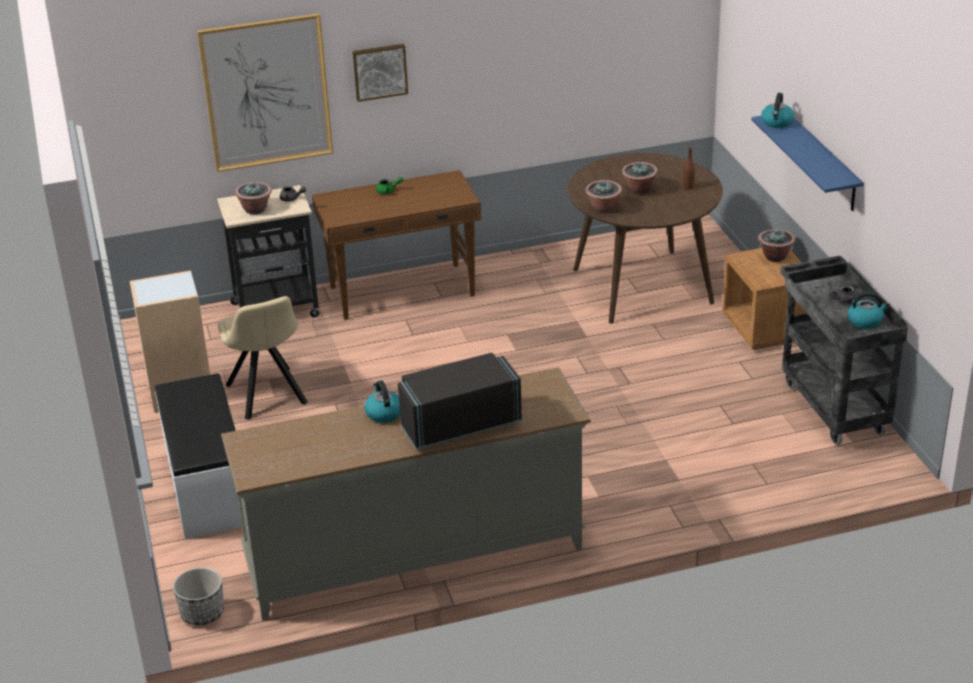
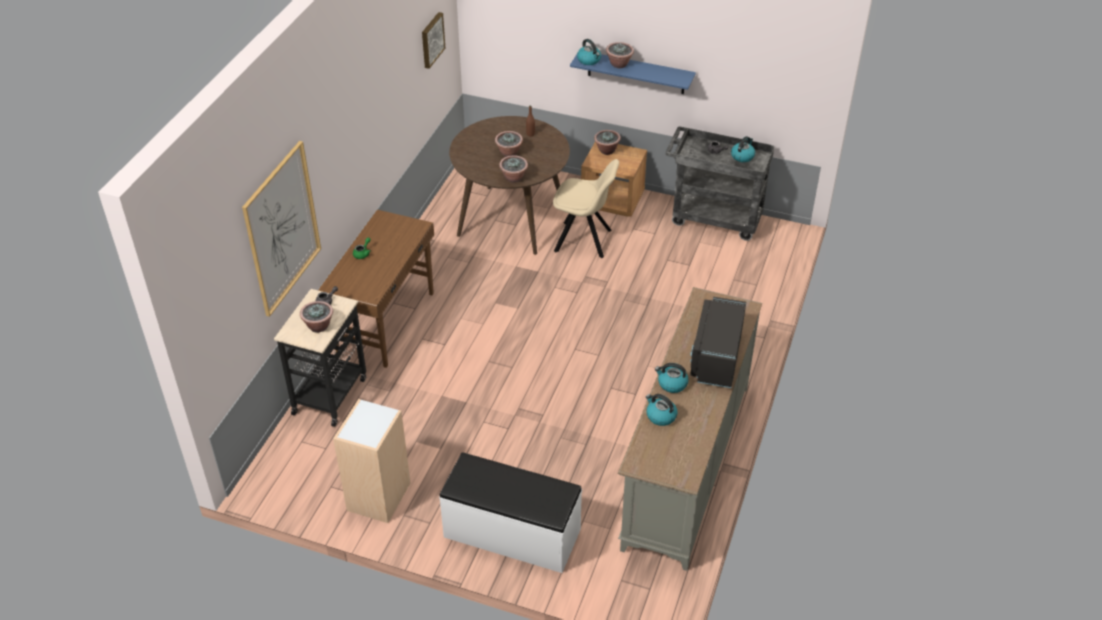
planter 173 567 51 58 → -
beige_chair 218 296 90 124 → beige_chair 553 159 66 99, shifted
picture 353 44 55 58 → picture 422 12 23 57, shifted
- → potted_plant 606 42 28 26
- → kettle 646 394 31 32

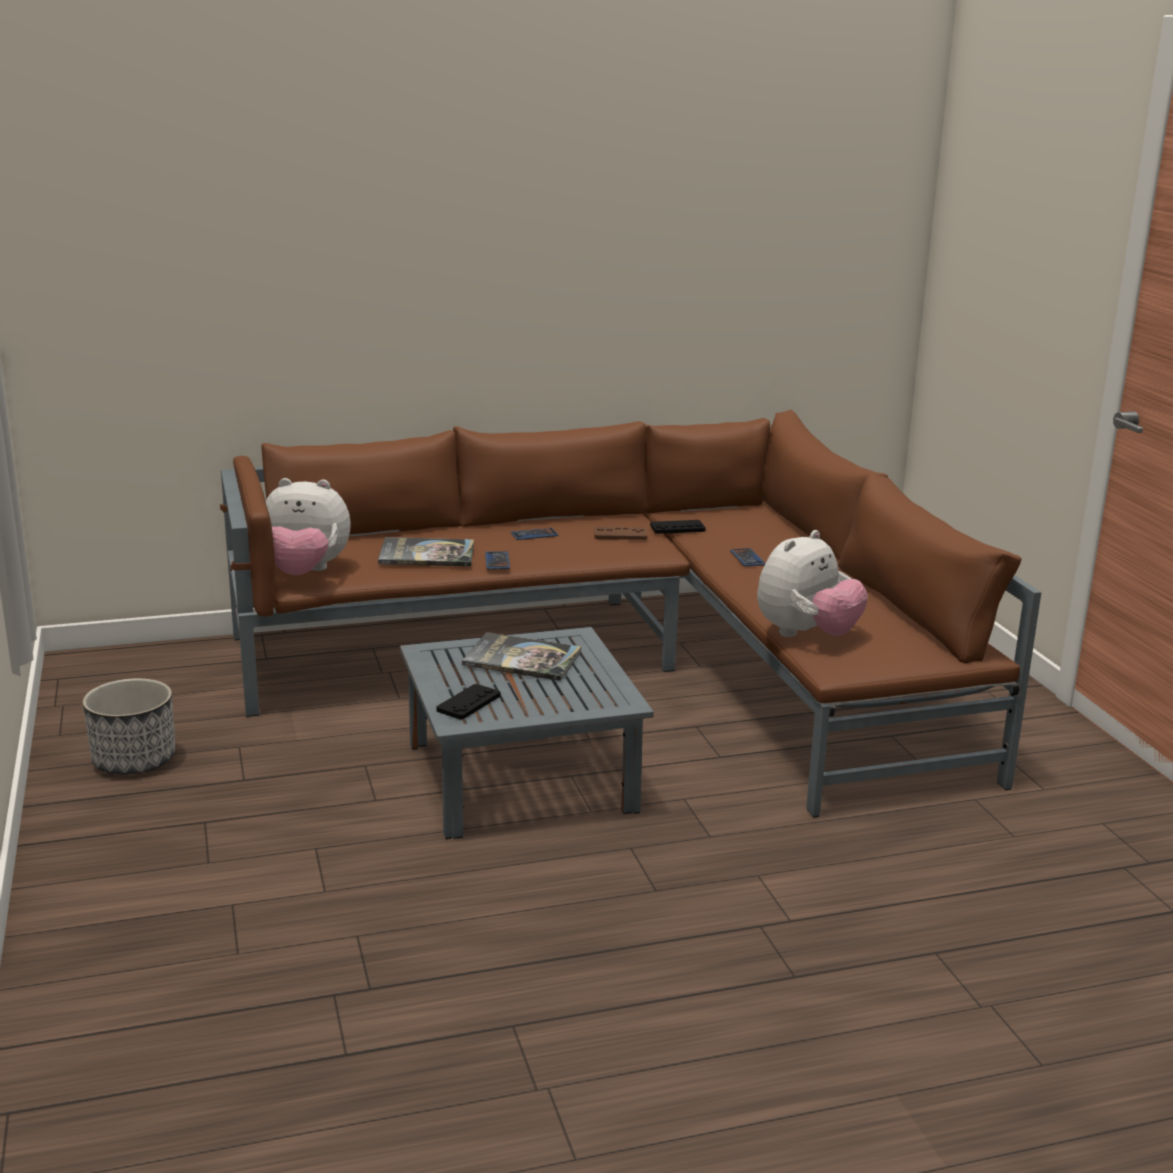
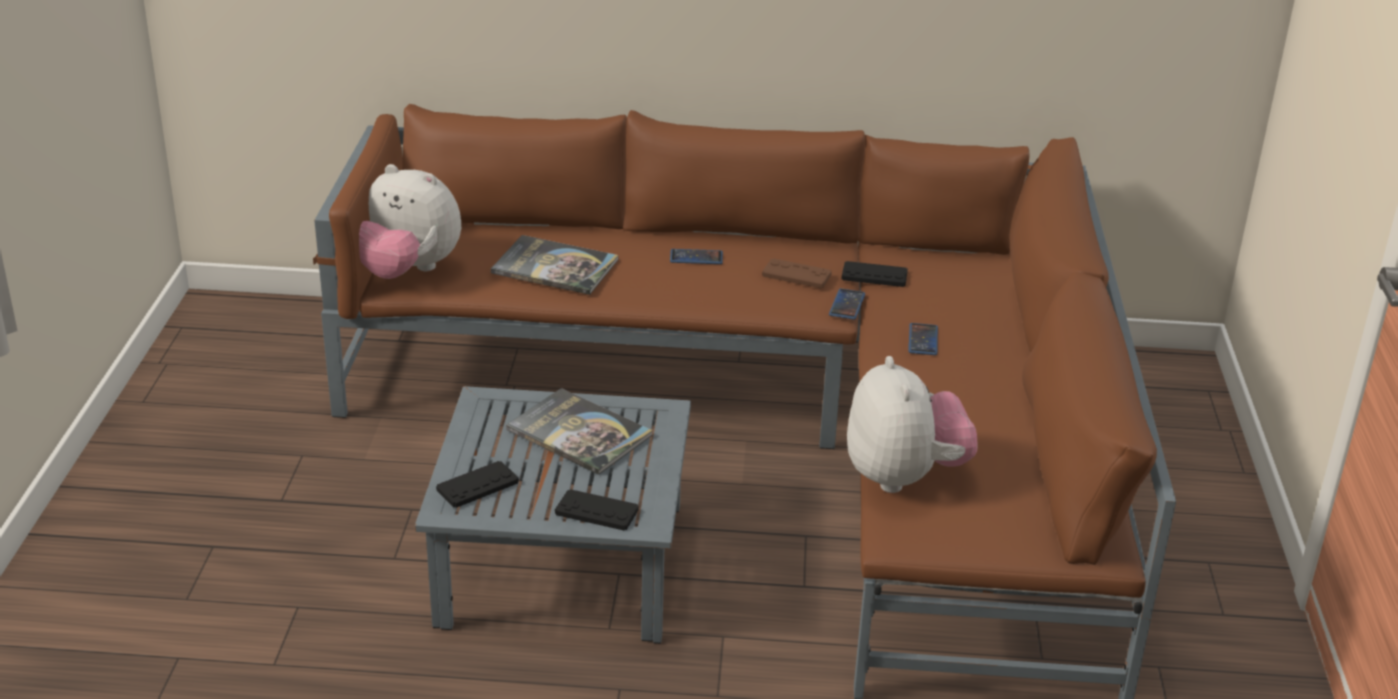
planter 82 678 93 96 → -
phone 485 551 25 18 → phone 829 288 36 32, shifted
plush_toy 757 530 111 107 → plush_toy 847 356 131 137, 75 degrees counterclockwise
- → black_game_controller 555 489 84 41

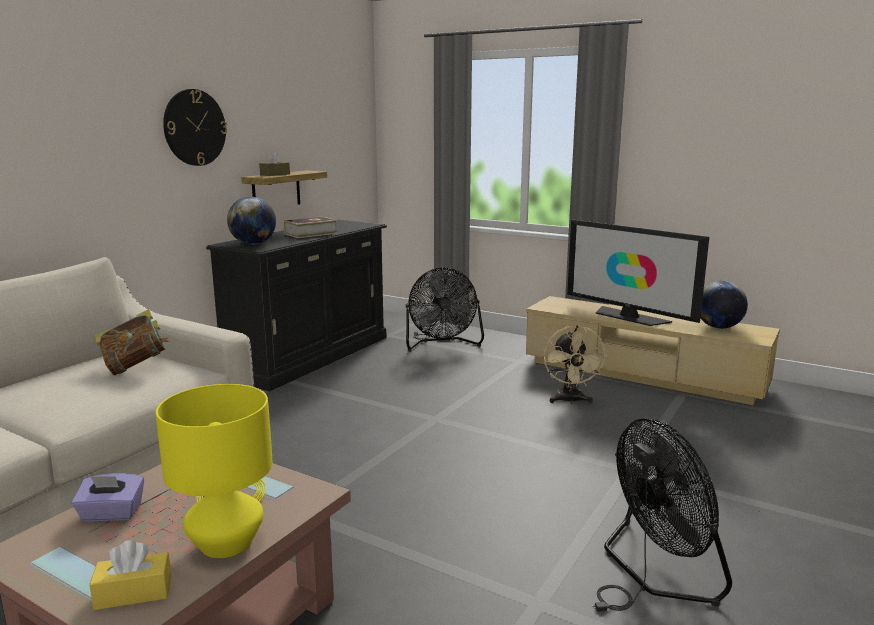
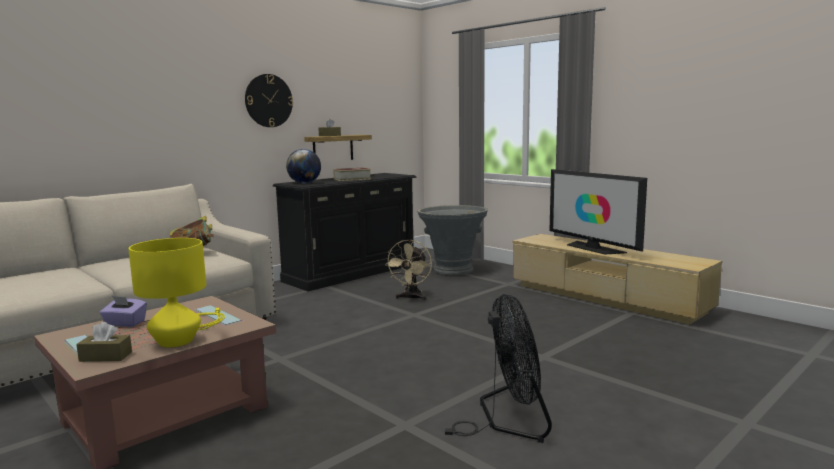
yellow_tissue_box 89 540 82 70 → brown_tissue_box 76 322 56 40
black_fan 406 268 78 84 → grey_planter 417 205 71 70
beige_fan 543 325 65 79 → beige_fan 385 239 47 61, shifted
globe 701 281 47 48 → -

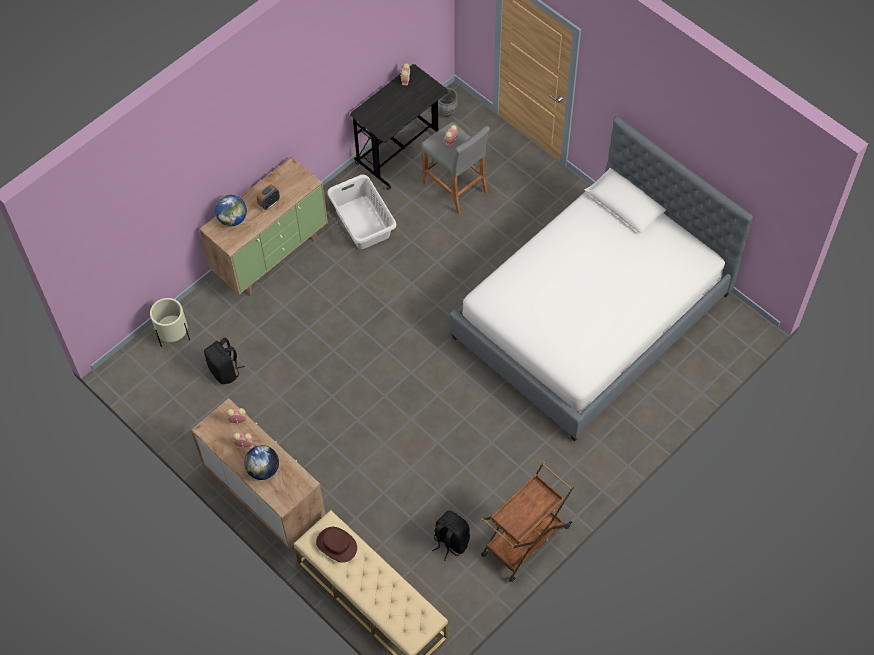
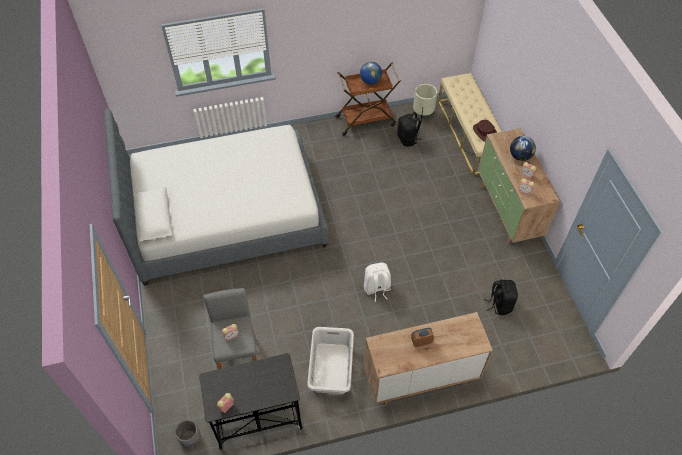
beige_planter 150 298 40 49 → beige_planter 413 84 24 36, shifted
globe 215 195 32 31 → globe 360 62 22 22, shifted
- → white_backpack 364 263 27 39

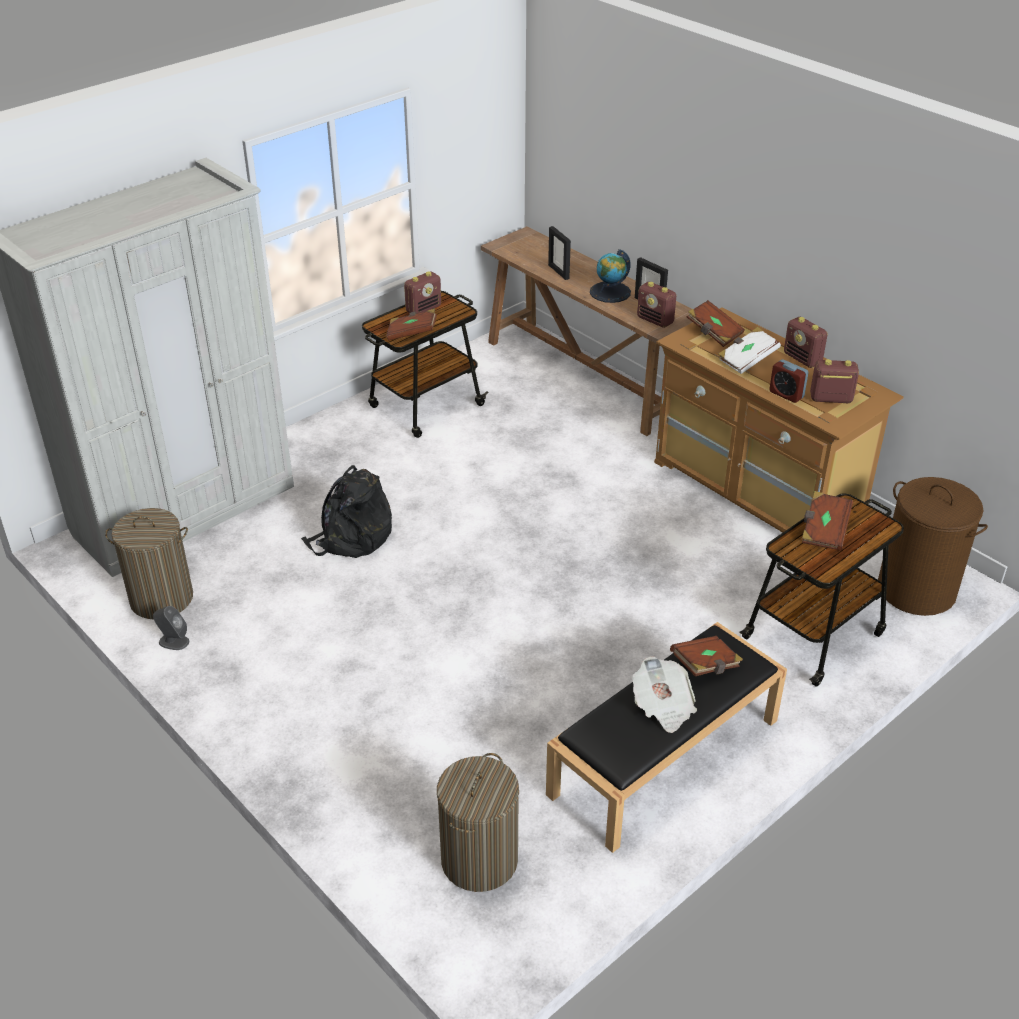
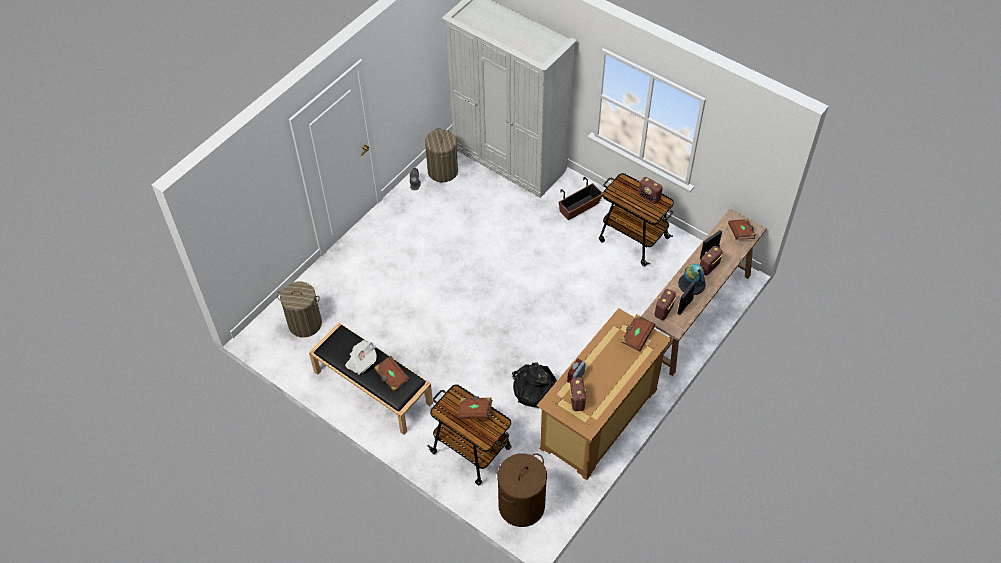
black_backpack 301 465 91 93 → black_backpack 512 363 45 45, shifted
brown_book 386 309 51 32 → brown_book 728 219 28 21, shifted
white_book 718 327 63 47 → -
radio 784 317 44 51 → radio 700 246 23 29, shifted
- → planter 559 177 43 43

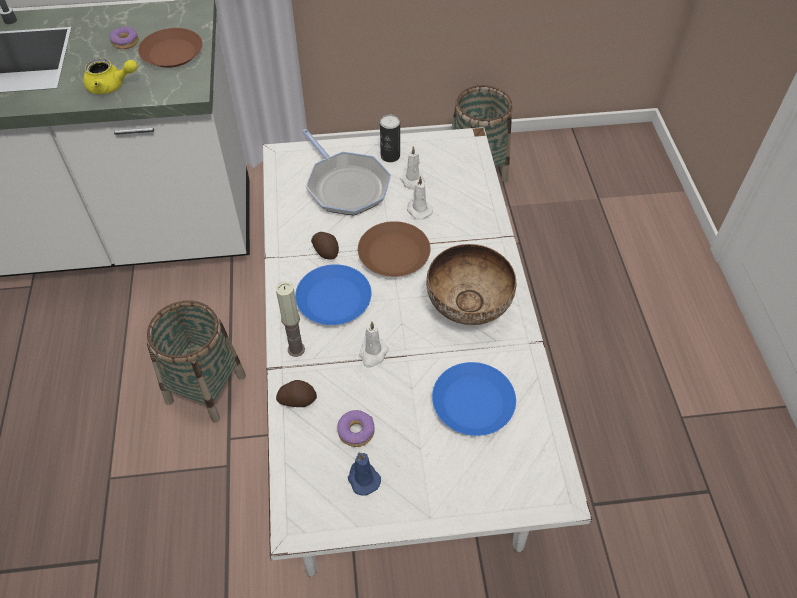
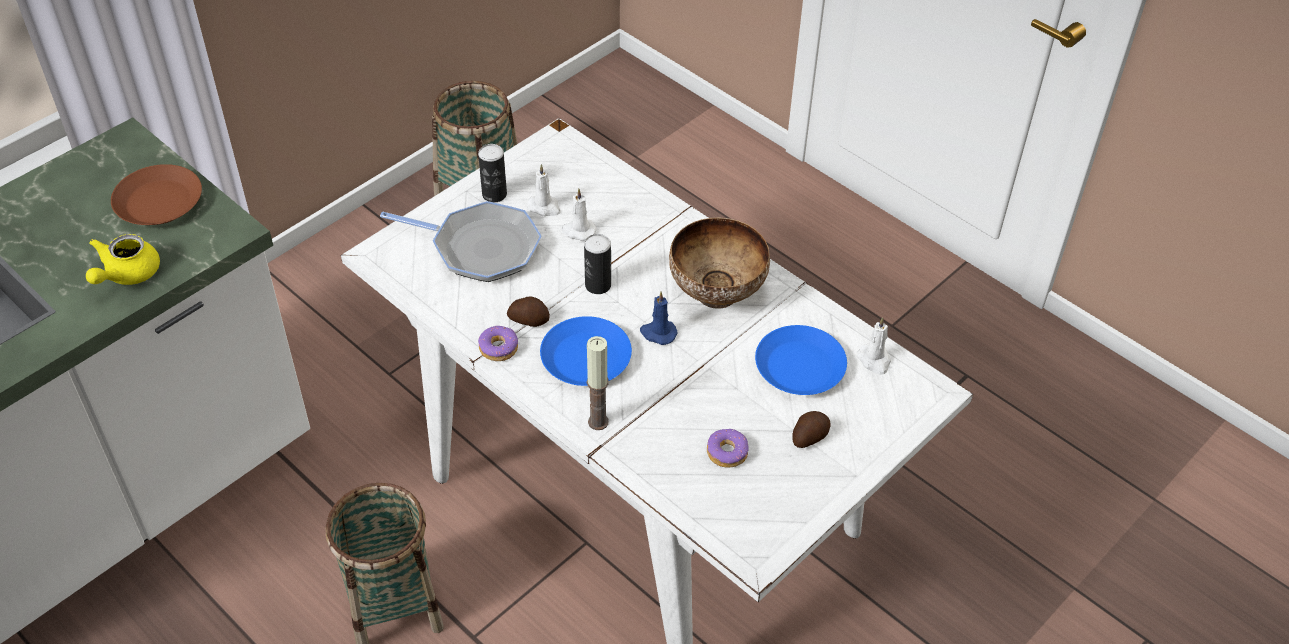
yellow_teapot 83 58 55 36 → yellow_teapot 86 234 74 51, 150 degrees clockwise
donut 109 27 30 22 → donut 478 326 40 35, shifted
potato 276 380 41 27 → potato 793 411 38 37, shifted
blue_candle 348 452 33 44 → blue_candle 640 292 38 53, shifted
brown_plate 358 221 72 56 → can 584 234 27 60
white_candle 359 322 30 46 → white_candle 857 317 34 58, shifted

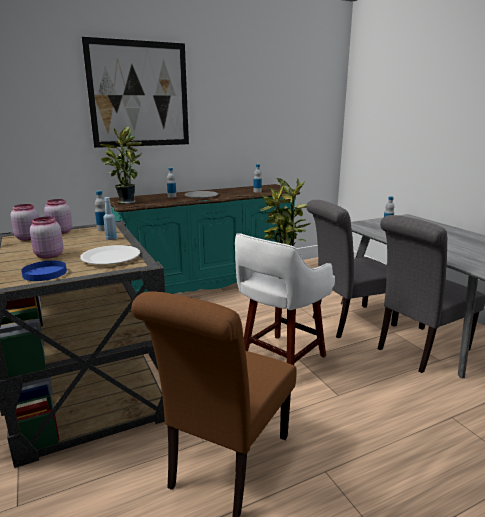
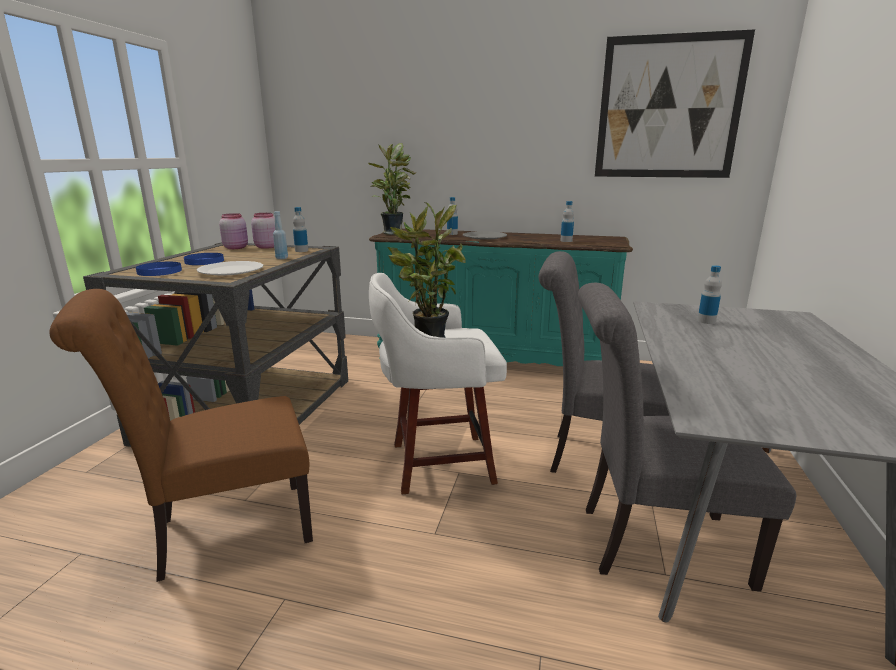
pink_jar 30 217 33 42 → blue_plate 184 253 40 12
picture 82 37 107 111 → picture 595 29 160 149, shifted

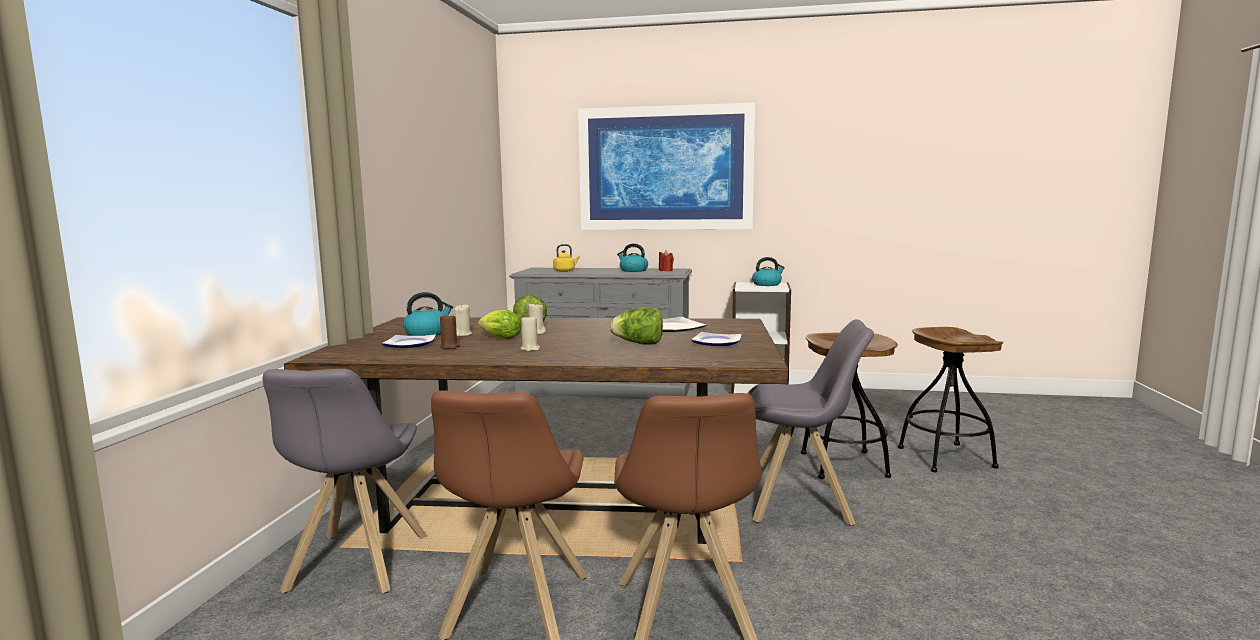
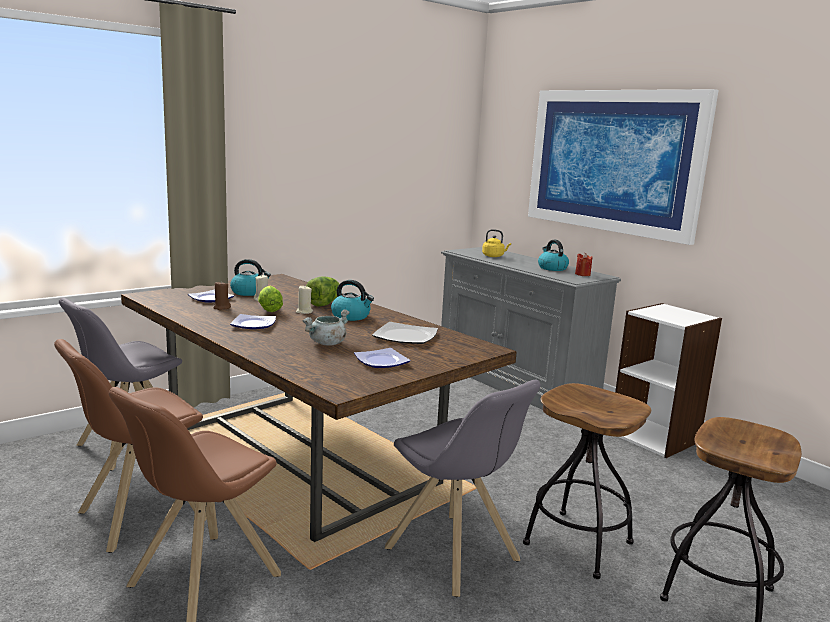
beige_candle 520 315 20 36 → plate 230 314 46 15
lettuce 610 307 53 38 → grey_cooking_pot 302 310 48 36
kettle 752 257 33 29 → kettle 331 280 43 41, shifted

